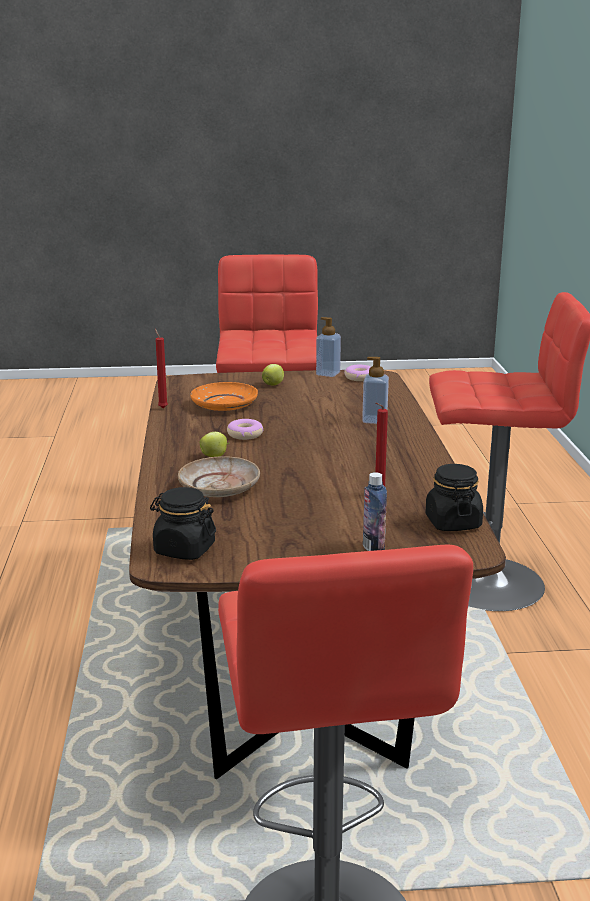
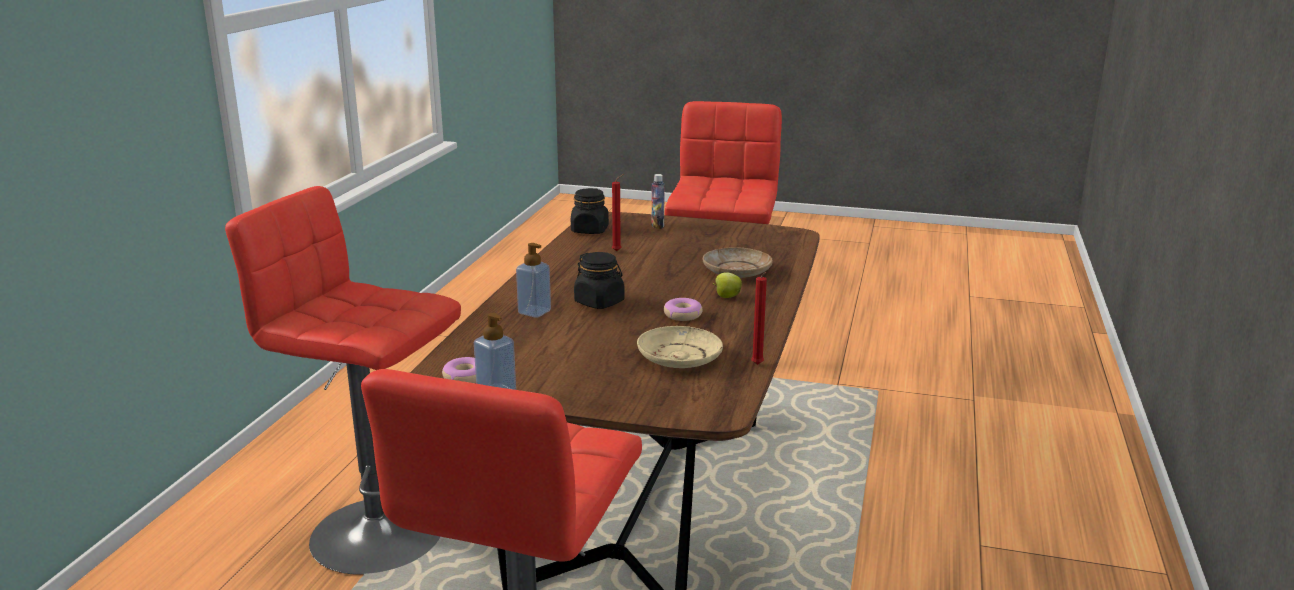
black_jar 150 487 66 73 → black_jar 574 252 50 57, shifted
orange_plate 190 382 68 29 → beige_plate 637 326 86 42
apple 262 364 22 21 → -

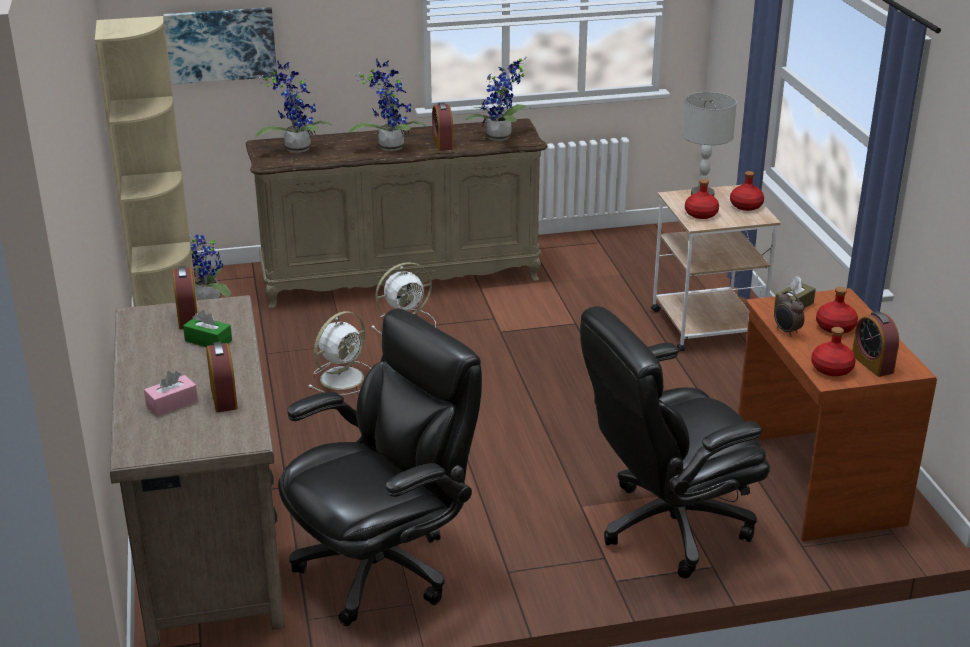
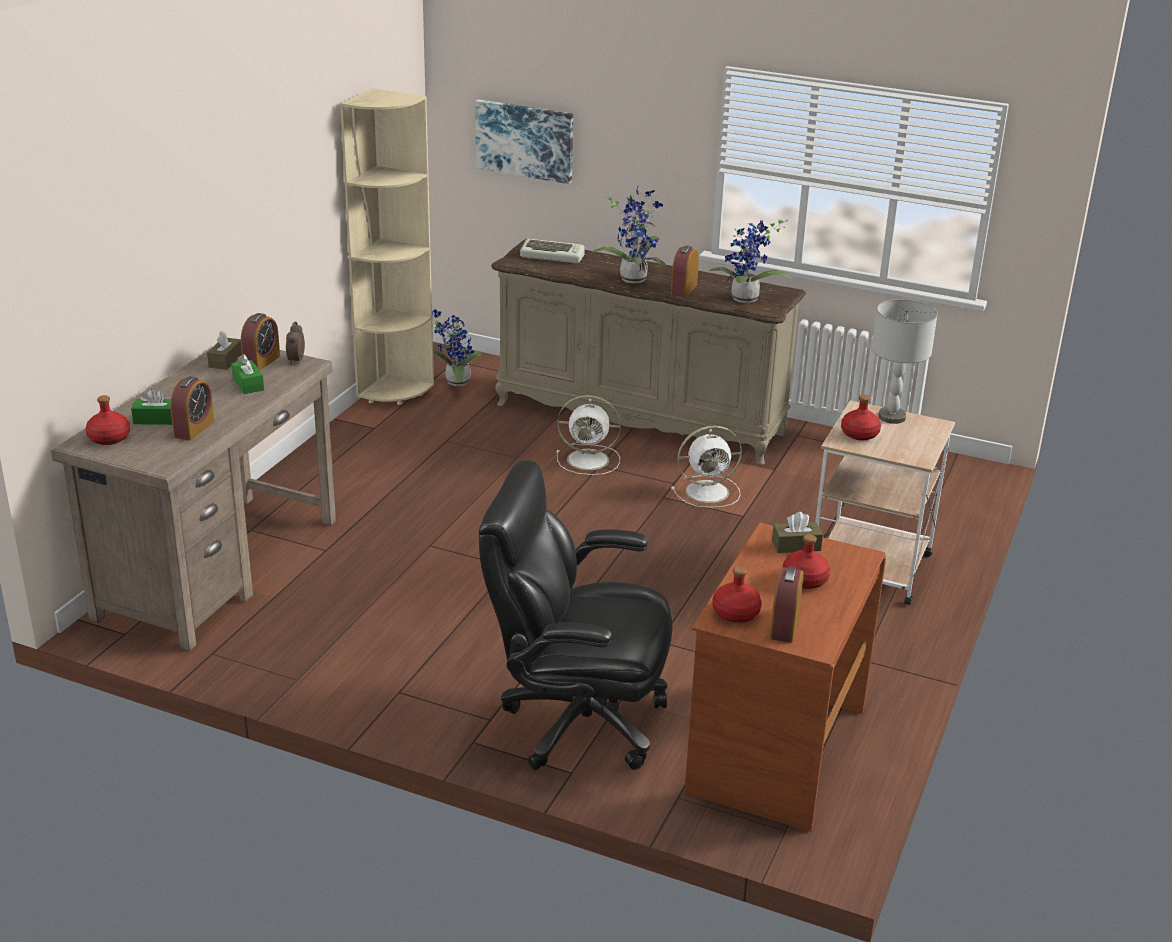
pink_tissue_box 144 371 54 45 → green_tissue_box 131 389 42 36
potted_plant 255 60 77 93 → keyboard 520 239 65 25
black_office_chair 278 308 204 318 → -
white_fan 309 311 62 84 → white_fan 671 426 71 82, shifted
red_bottle 730 171 34 40 → red_bottle 86 395 44 50, shifted
alarm_clock 774 291 31 46 → alarm_clock 286 322 19 43, shifted
- → brown_tissue_box 207 331 35 39

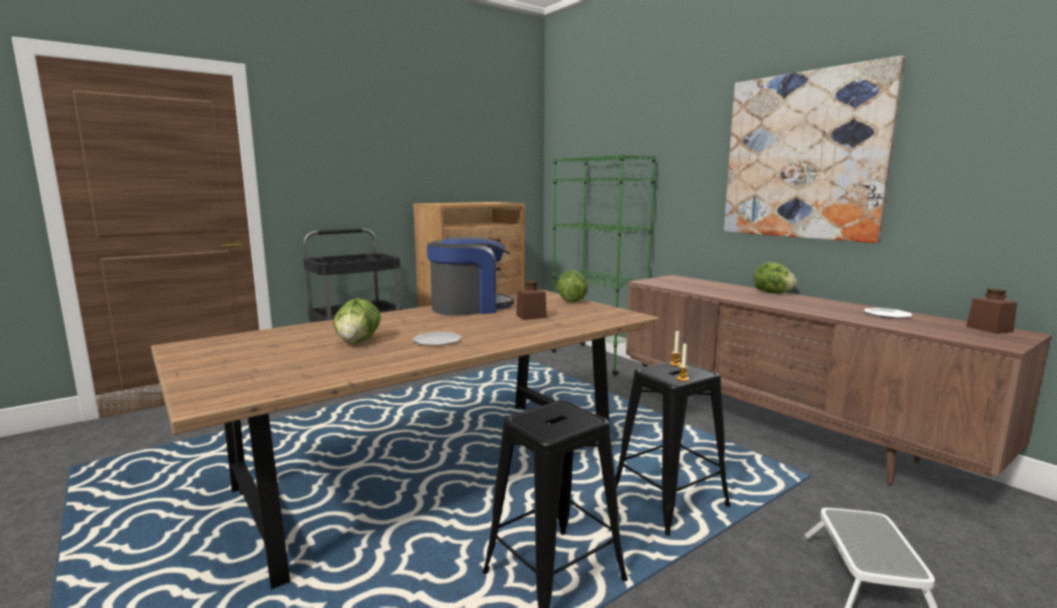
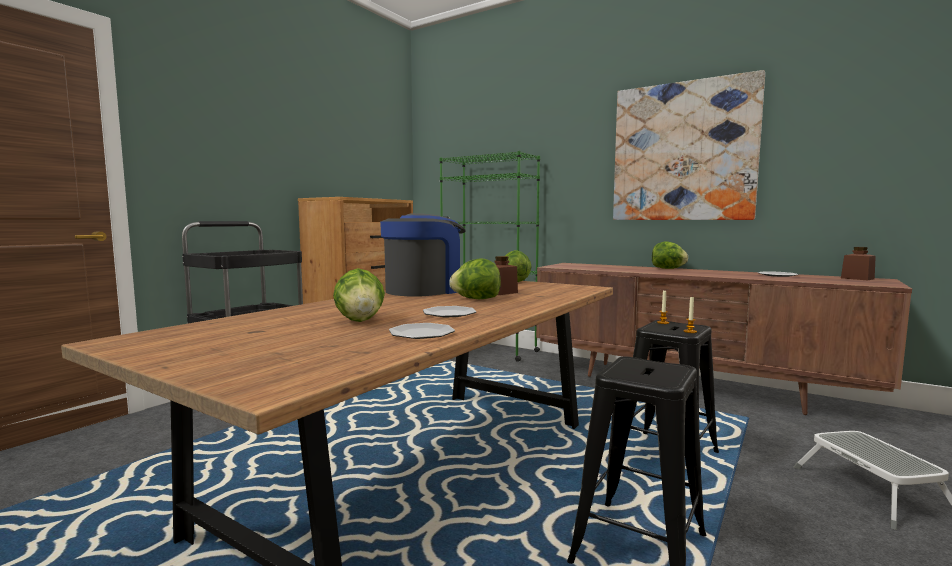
- → plate 389 323 66 16
- → lettuce 449 259 52 40

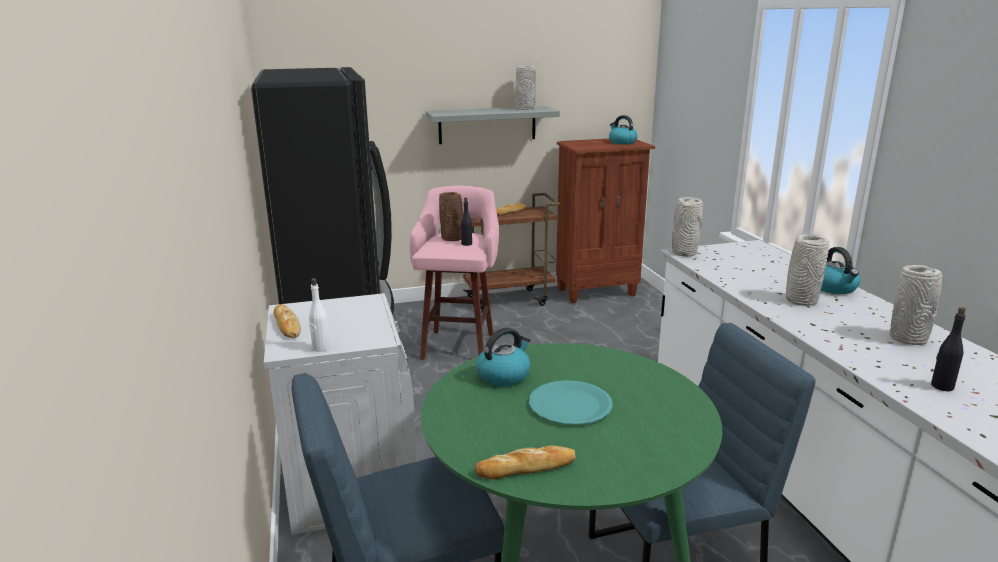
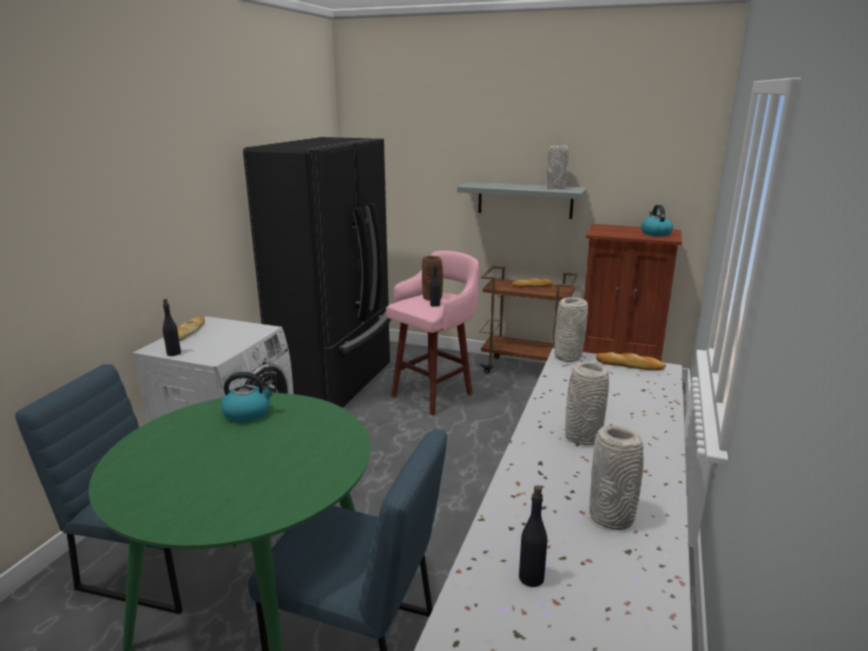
white_bottle 309 278 21 74 → black_bottle 163 299 18 57
bread 475 445 101 34 → bread 596 352 70 18, shifted
turquoise_plate 529 380 84 45 → -
kettle 821 247 39 47 → -

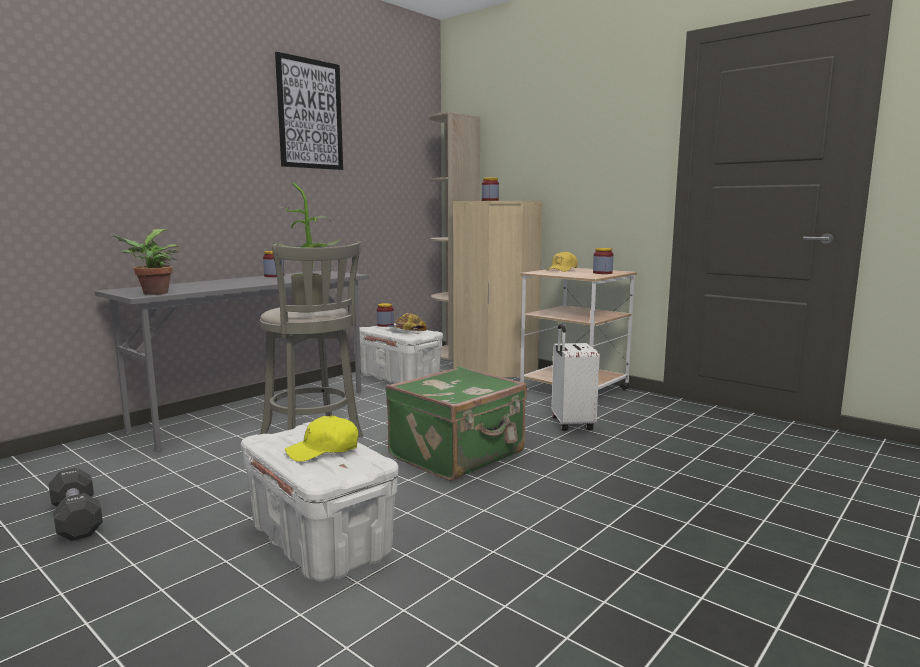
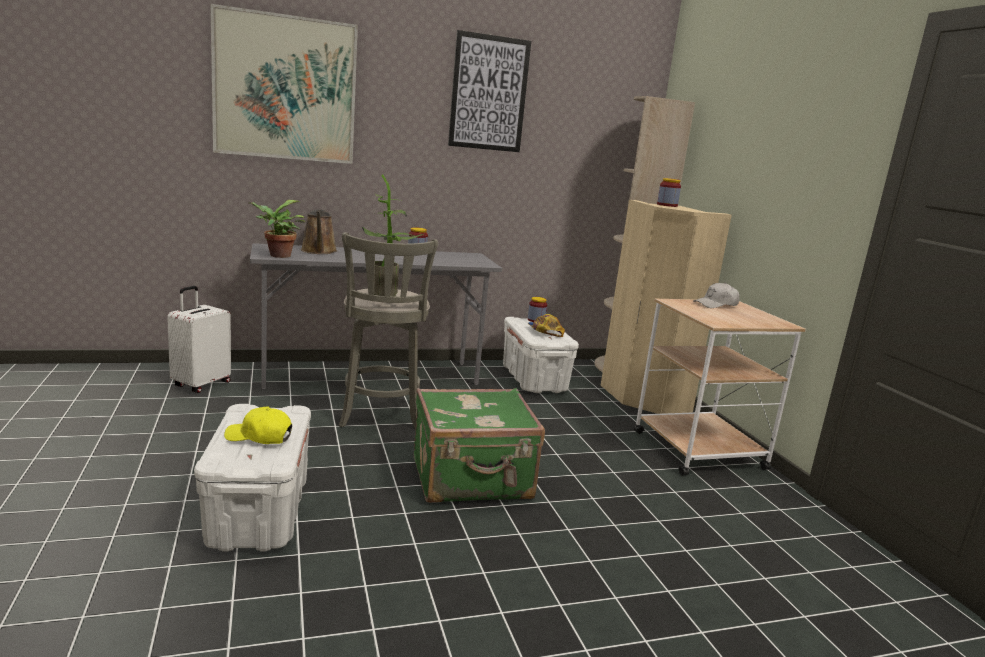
black_dumbbell 49 468 54 73 → -
yellow_cap 546 251 32 21 → white_cap 693 283 47 25
white_suitcase 551 324 49 107 → white_suitcase 167 286 64 107, shifted
jar 593 248 20 26 → -
- → picture 210 4 148 160
- → brown_watering_can 301 210 36 44

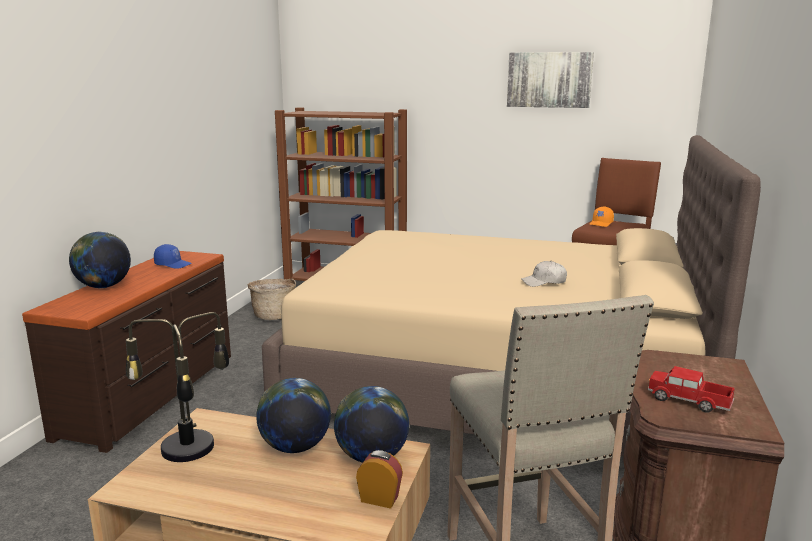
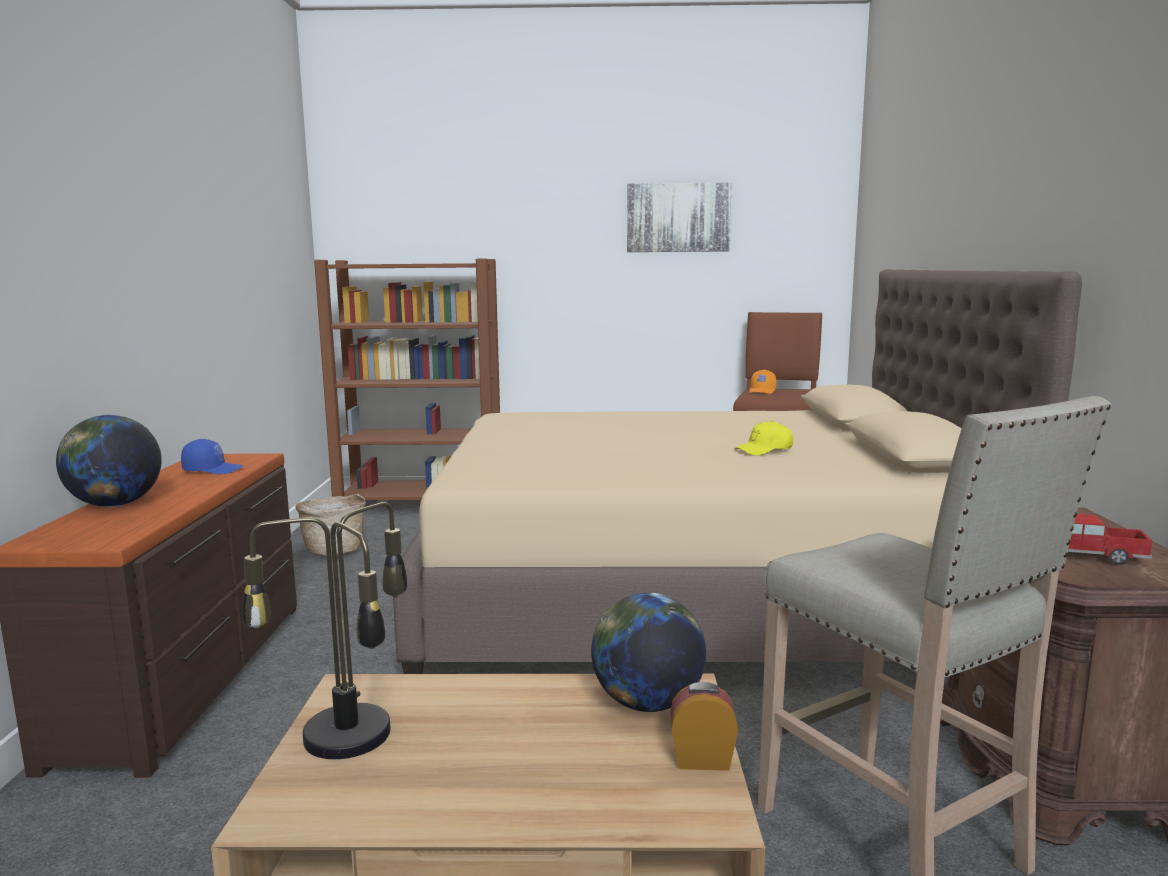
globe 256 378 75 75 → -
white_cap 521 261 46 26 → yellow_cap 735 421 58 35

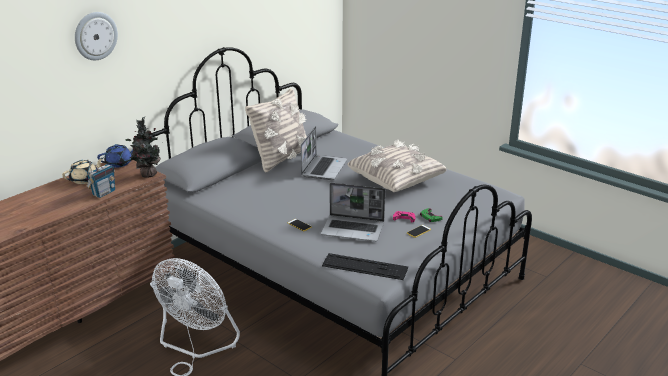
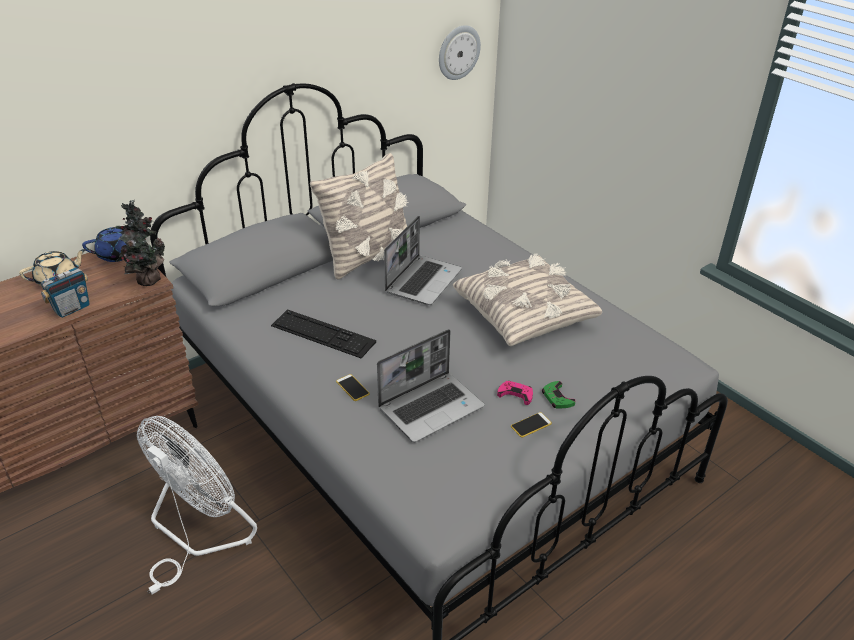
wall_clock 75 12 43 48 → wall_clock 439 25 42 55, shifted
laptop 321 182 64 59 → laptop 377 329 108 113, 60 degrees counterclockwise
keyboard 322 253 86 27 → keyboard 271 309 105 49, shifted

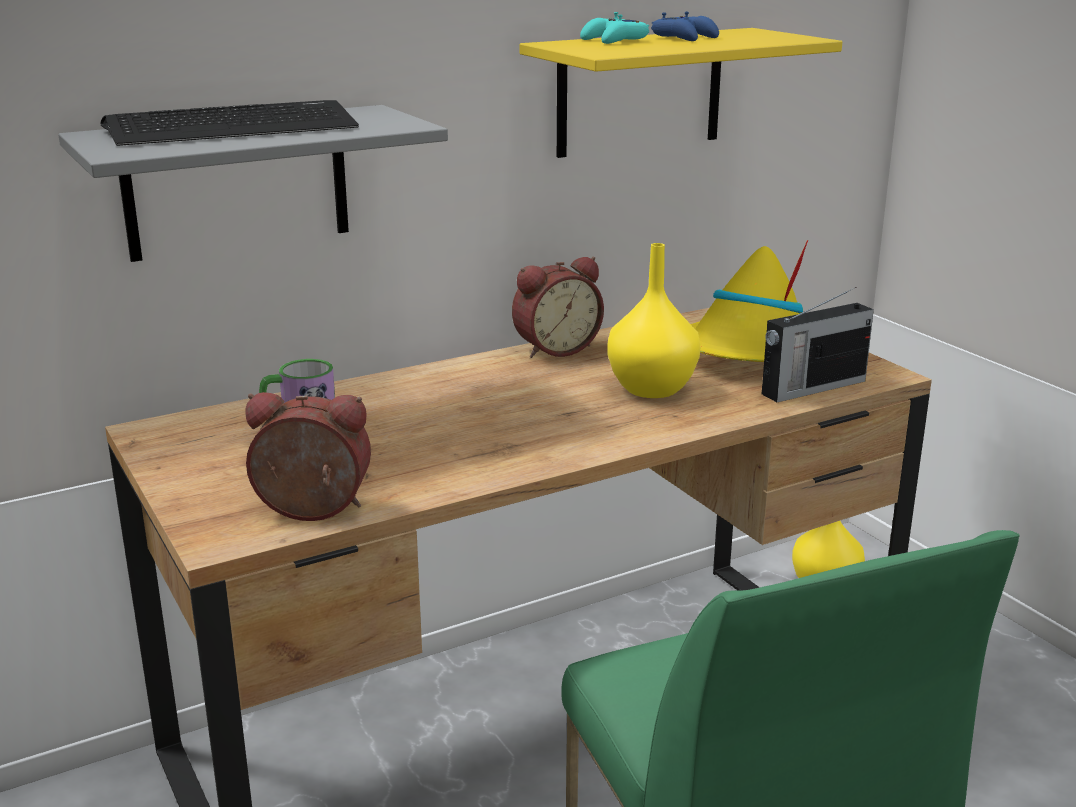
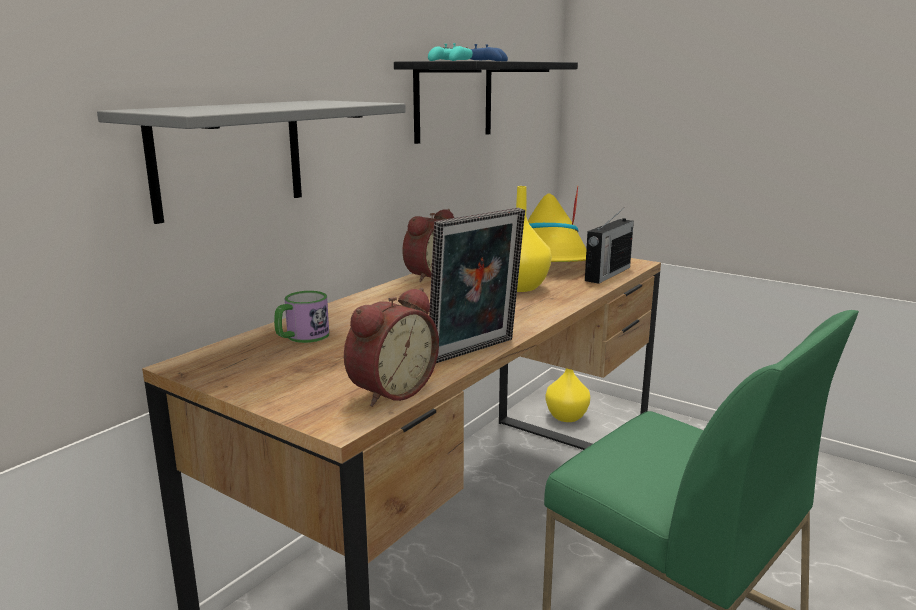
keyboard 101 100 258 46 → -
alarm_clock 245 392 126 129 → alarm_clock 344 288 95 119, 150 degrees clockwise
yellow_shelf 519 28 323 130 → black_shelf 394 61 184 83
- → picture_frame 429 208 96 155

